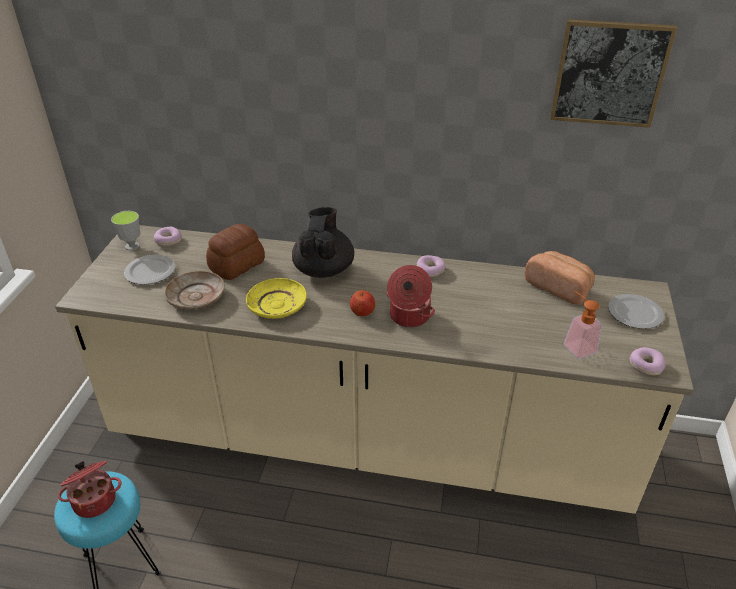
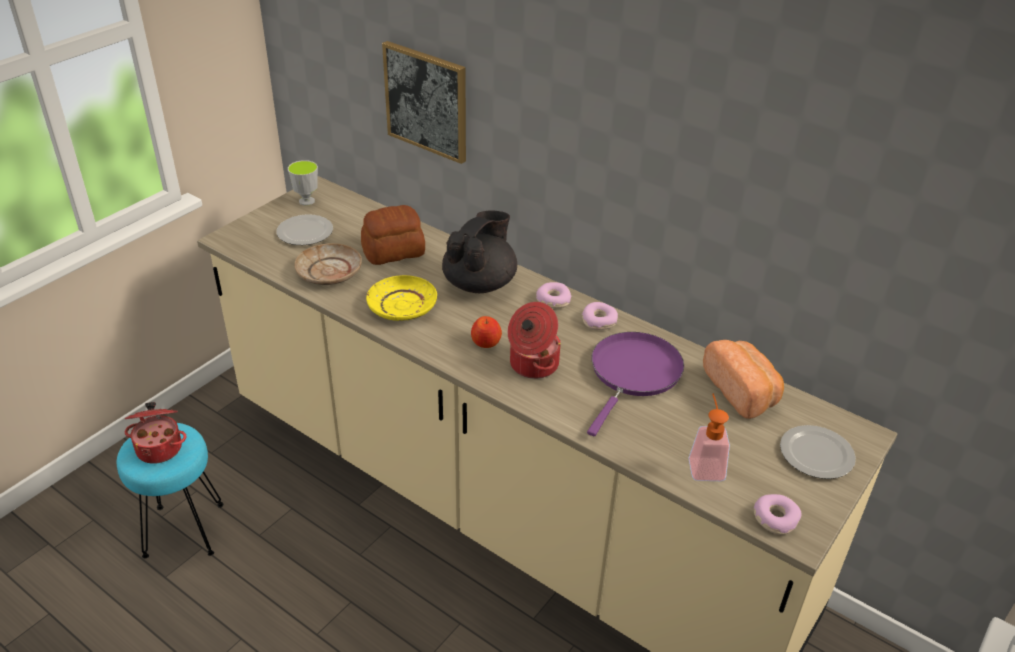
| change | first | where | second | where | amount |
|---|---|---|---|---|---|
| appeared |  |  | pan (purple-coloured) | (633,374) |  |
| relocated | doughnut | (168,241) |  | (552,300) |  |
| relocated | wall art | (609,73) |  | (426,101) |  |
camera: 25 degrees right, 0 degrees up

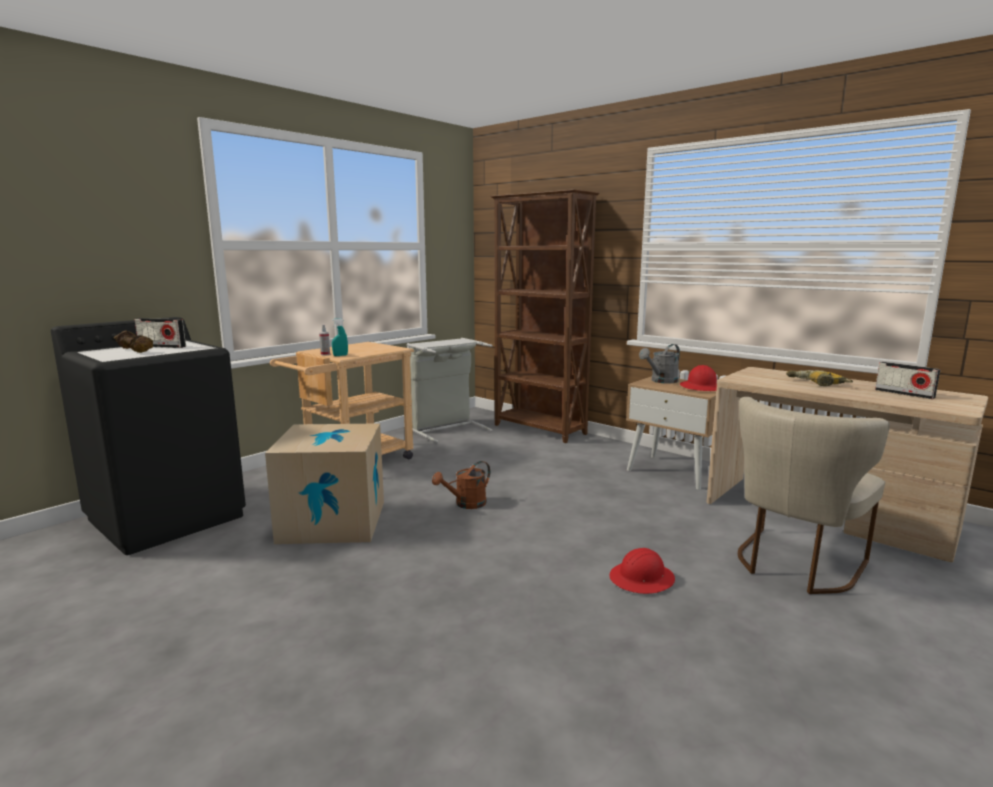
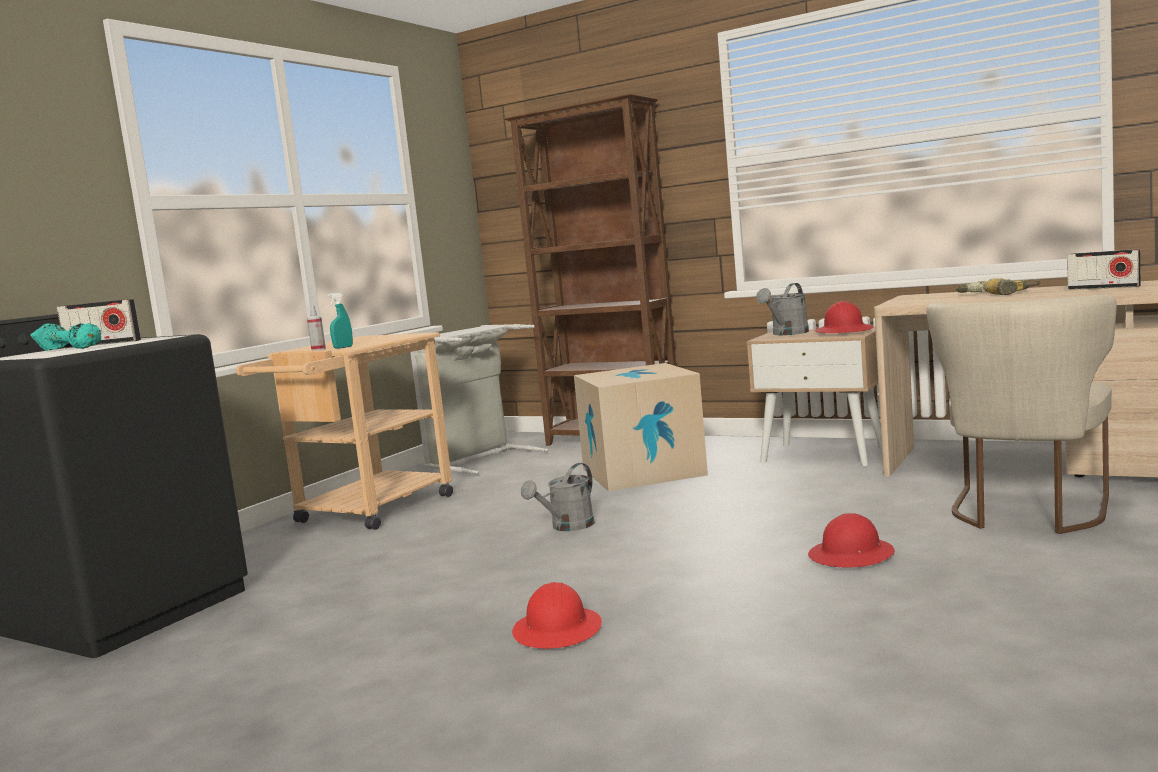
| change | first | where | second | where | amount |
|---|---|---|---|---|---|
| appeared |  |  | work helmet (red-coloured) | (558,630) |  |
| relocated | carton | (333,521) |  | (643,472) |  |
| colour | hand weight (brown) | (135,350) | hand weight (blue-green) | (70,349) |  |
| colour | watering can (brown) | (466,504) | watering can (grey) | (567,527) |  |
camera: 10 degrees left, 5 degrees down

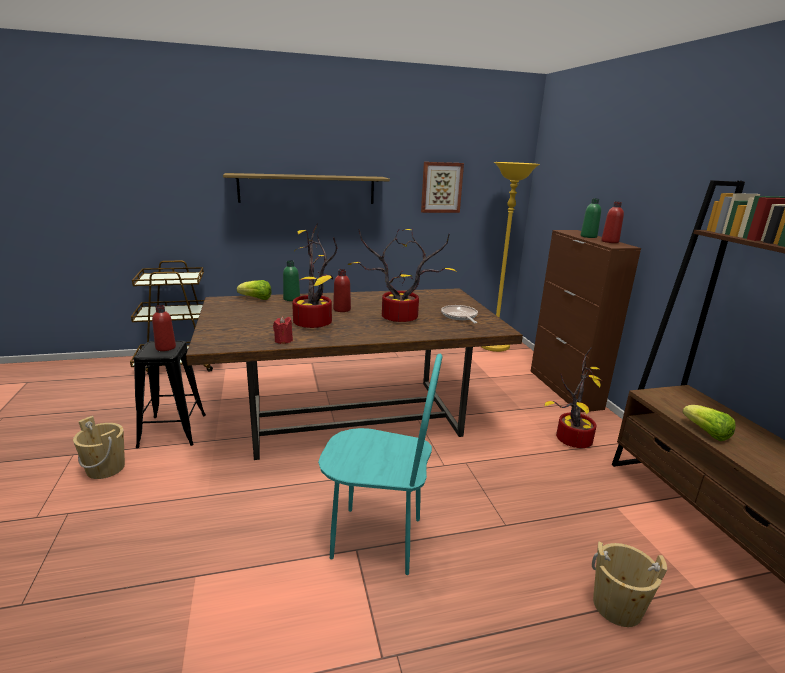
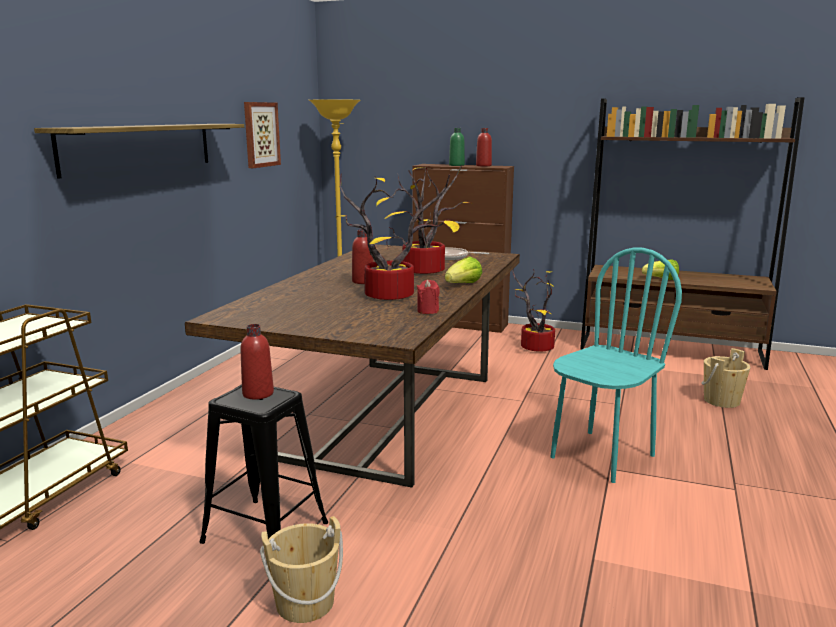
| change | first | where | second | where | amount |
|---|---|---|---|---|---|
| missing | bottle (green) | (291,299) |  |  |  |
| relocated | head of lettuce | (256,299) |  | (463,285) |  |
camera: 55 degrees left, 5 degrees down

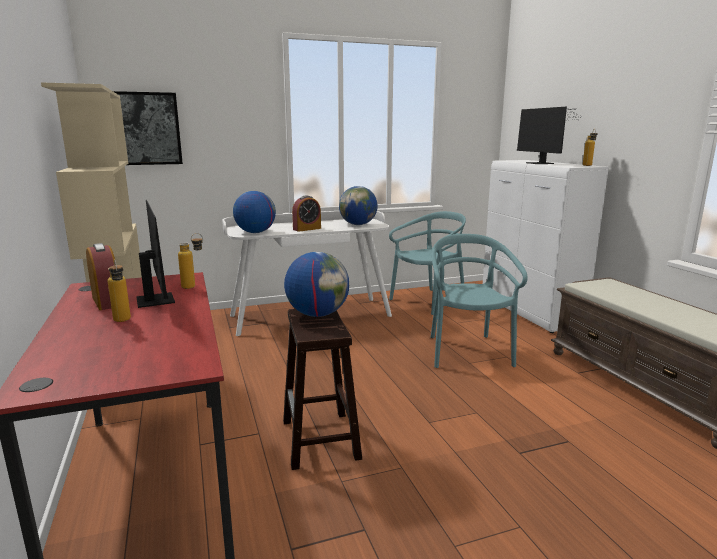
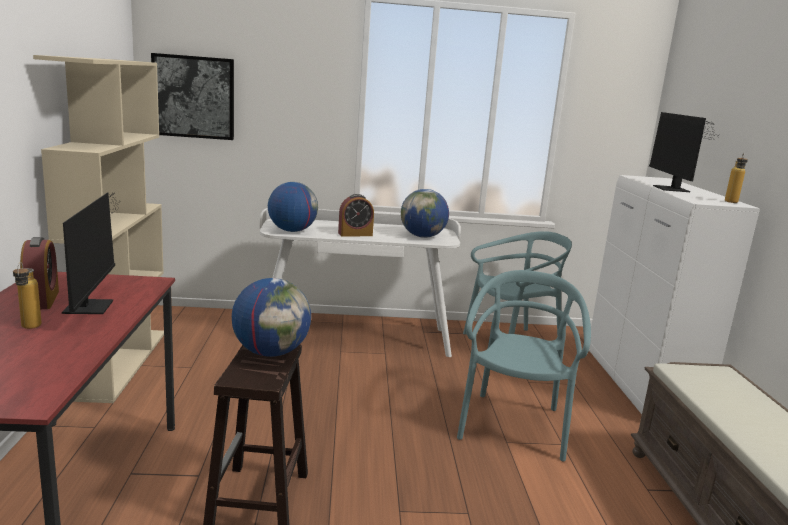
| change | first | where | second | where | amount |
|---|---|---|---|---|---|
| missing | bottle | (194,286) |  |  |  |
camera: 15 degrees right, 0 degrees up

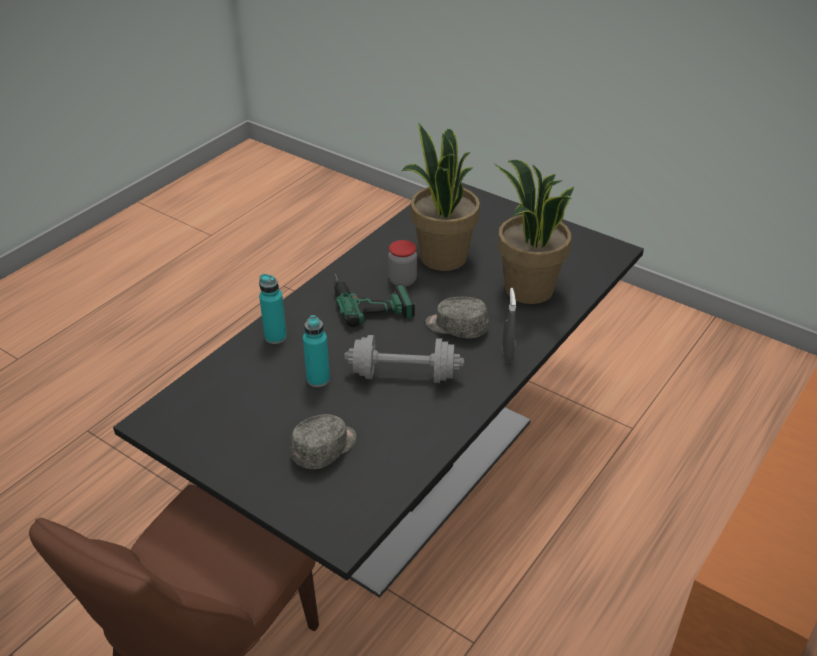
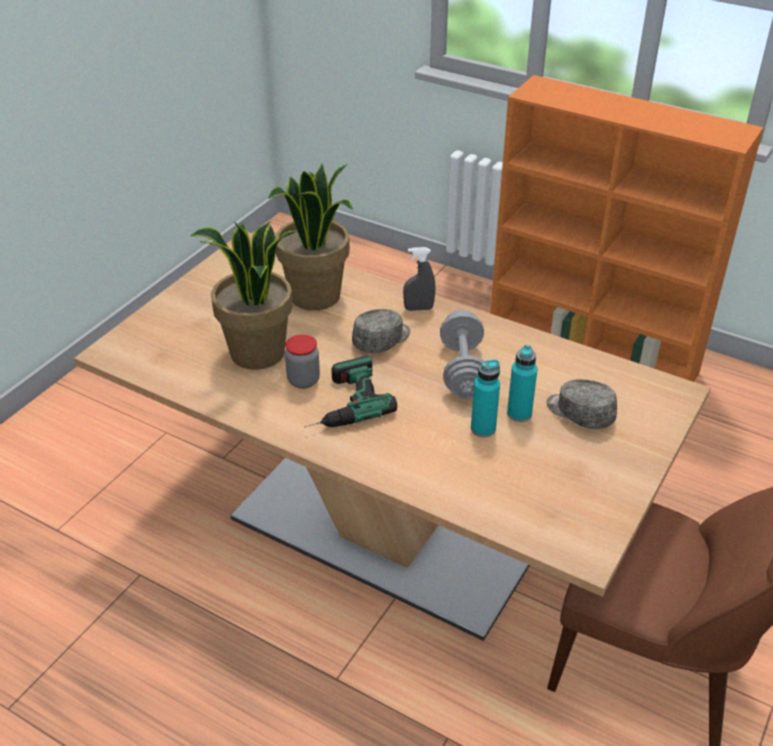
| change | first | where | second | where | amount |
|---|---|---|---|---|---|
| relocated | bottle (blue-green) | (275,337) |  | (519,413) |  |
| colour | dining table (black) | (408,475) | dining table (beige-coloured) | (386,531) |  |
| spun | baseball cap (grey) | (456,327) |  | (382,340) | 150 degrees counterclockwise |
camera: 95 degrees left, 0 degrees up

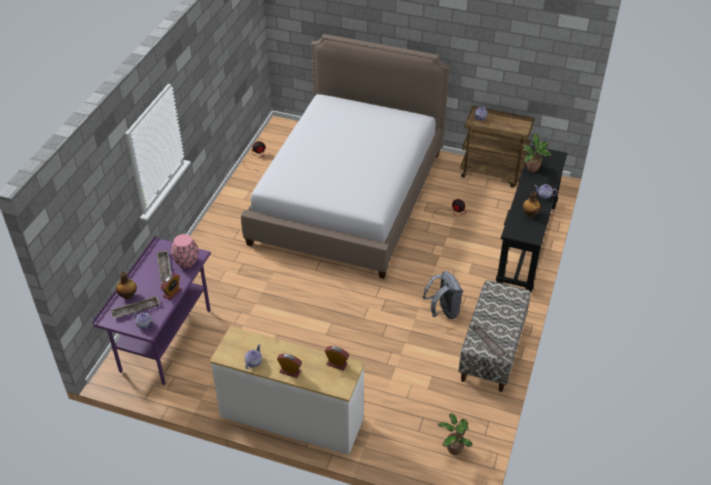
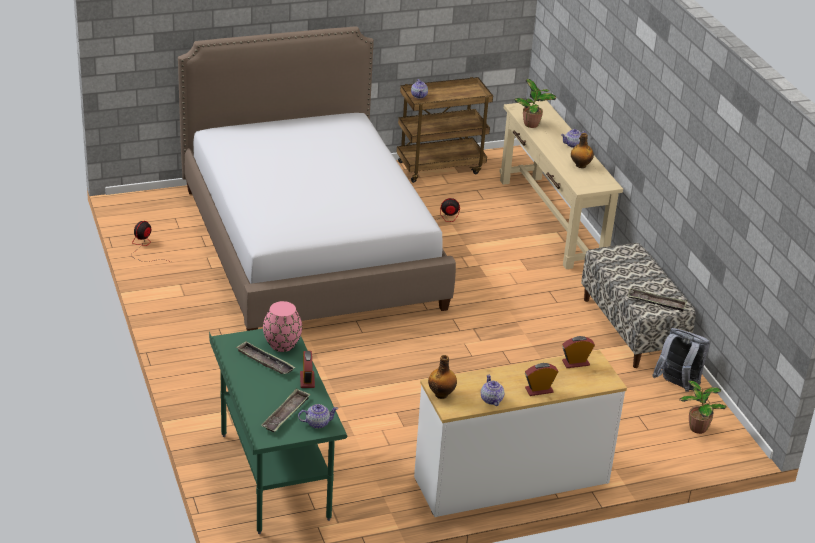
| change | first | where | second | where | amount |
|---|---|---|---|---|---|
| relocated | bottle | (128,296) |  | (441,394) |  |
| relocated | rucksack (grey) | (443,311) |  | (677,386) |  |
| colour | desk table (purple-coloured) | (166,340) | desk table (green) | (274,476) |  |
| colour | hall table (black) | (526,243) | hall table (beige-coloured) | (551,220) |  |
camera: 40 degrees left, 10 degrees down

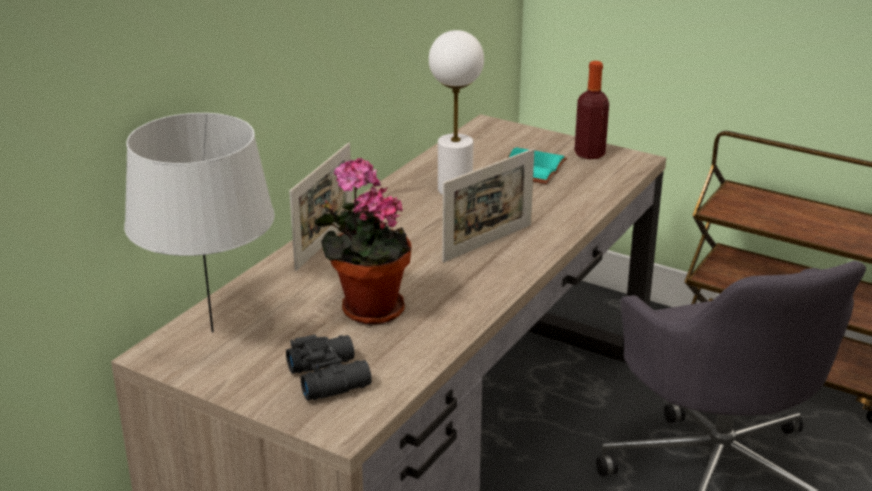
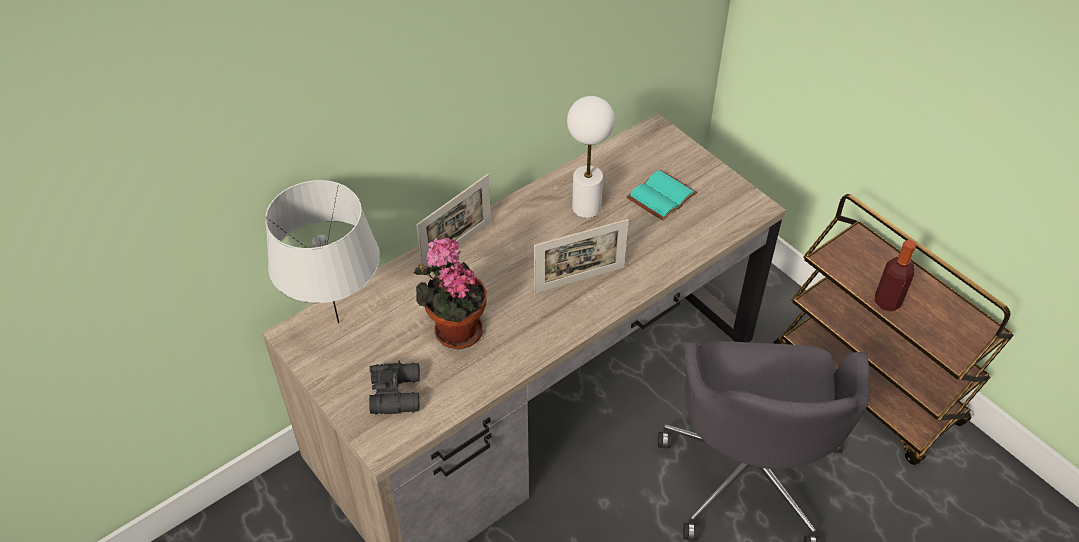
| change | first | where | second | where | amount |
|---|---|---|---|---|---|
| relocated | bottle | (589,154) |  | (887,302) |  |
camera: 20 degrees right, 20 degrees up

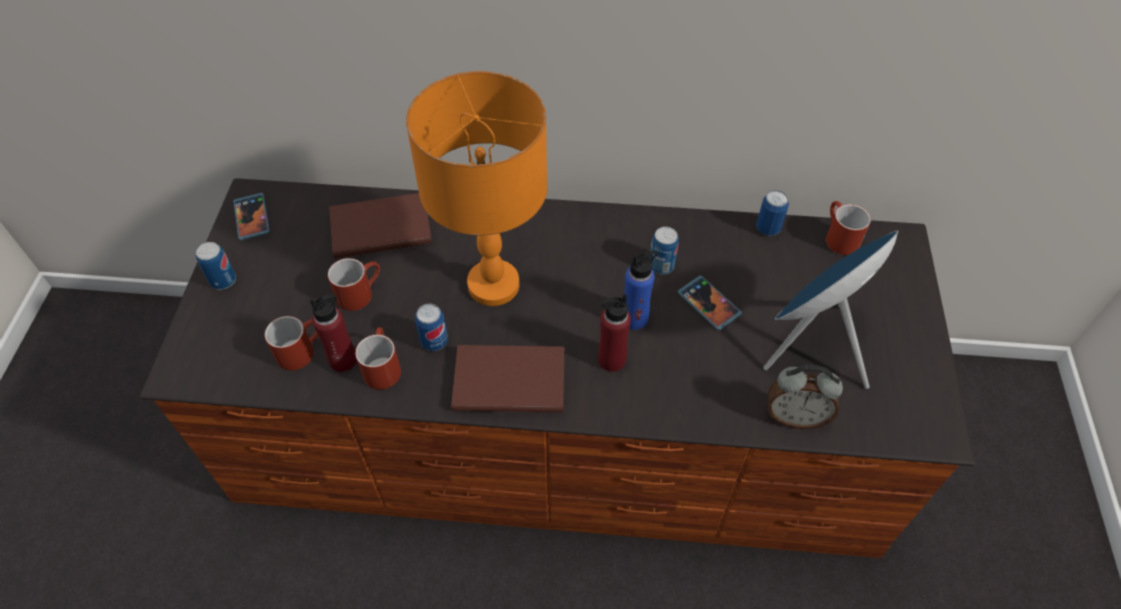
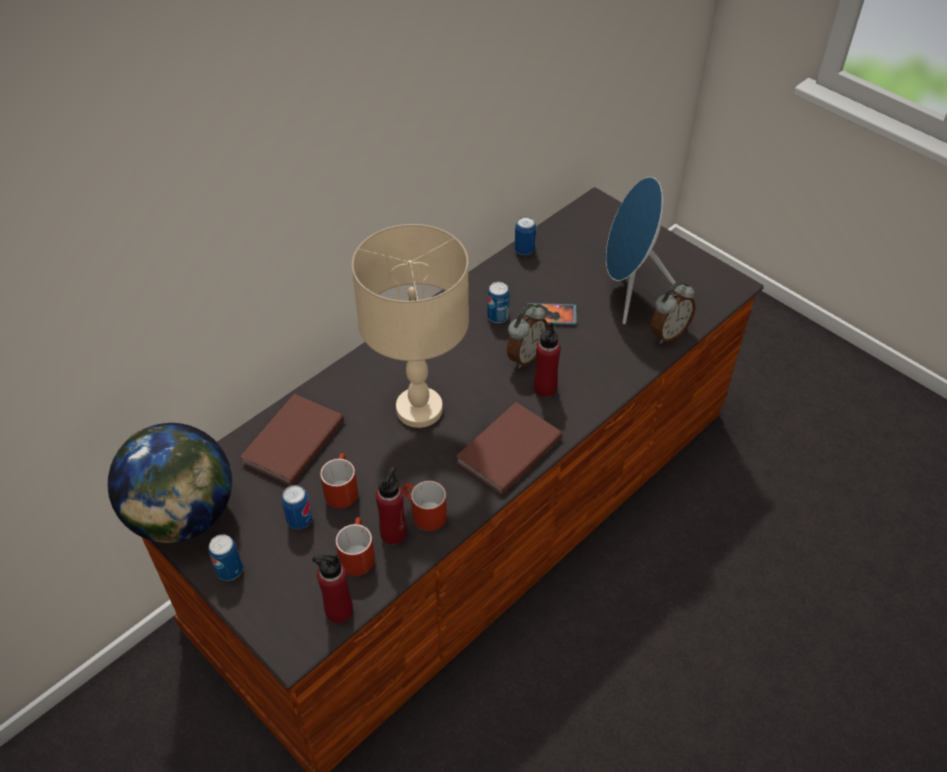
| change | first | where | second | where | amount |
|---|---|---|---|---|---|
| missing | mug (red-coloured) | (837,237) |  |  |  |
| appeared |  |  | bottle (red-coloured) | (339,610) |  |
| relocated | sealed can | (434,341) |  | (300,520) |  |
| exchanged | phone | (252,218) | desk globe | (183,516) |  |
| exchanged | bottle (bluish) | (634,318) | table clock | (525,356) |  |
| colour | tabletop lamp (orange) | (494,285) | tabletop lamp (beige-coloured) | (420,409) |  |
camera: 50 degrees left, 5 degrees down

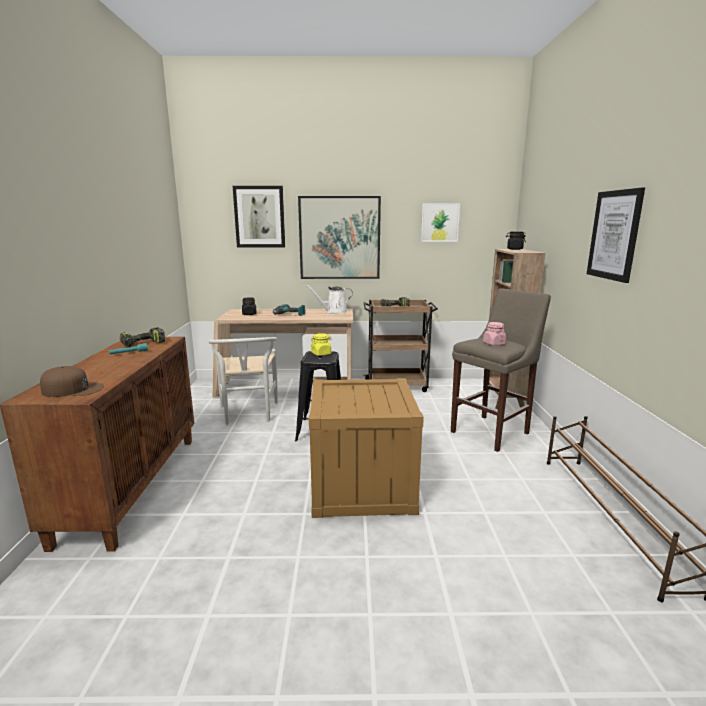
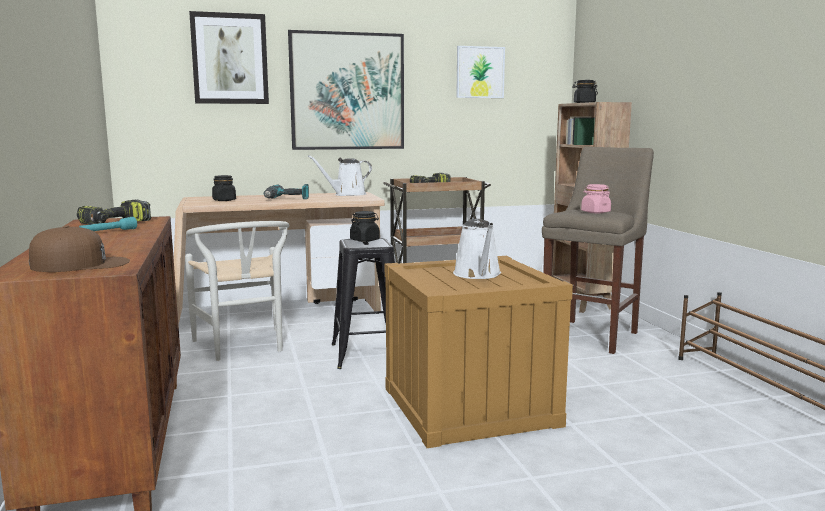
| change | first | where | second | where | amount |
|---|---|---|---|---|---|
| missing | wall art | (614,235) |  |  |  |
| appeared |  |  | watering can (white) | (478,275) |  |
| colour | storage jar (yellowish) | (321,354) | storage jar (black) | (365,240) |  |
camera: 15 degrees left, 5 degrees down

